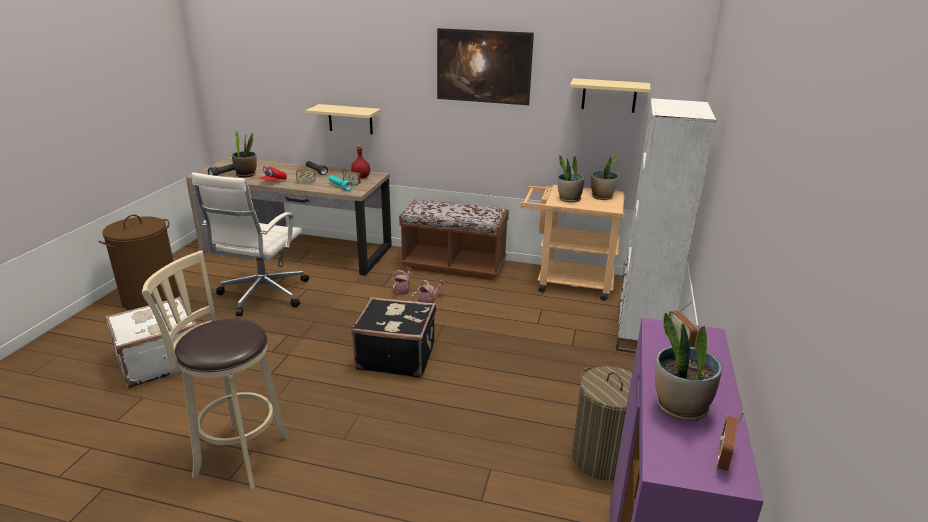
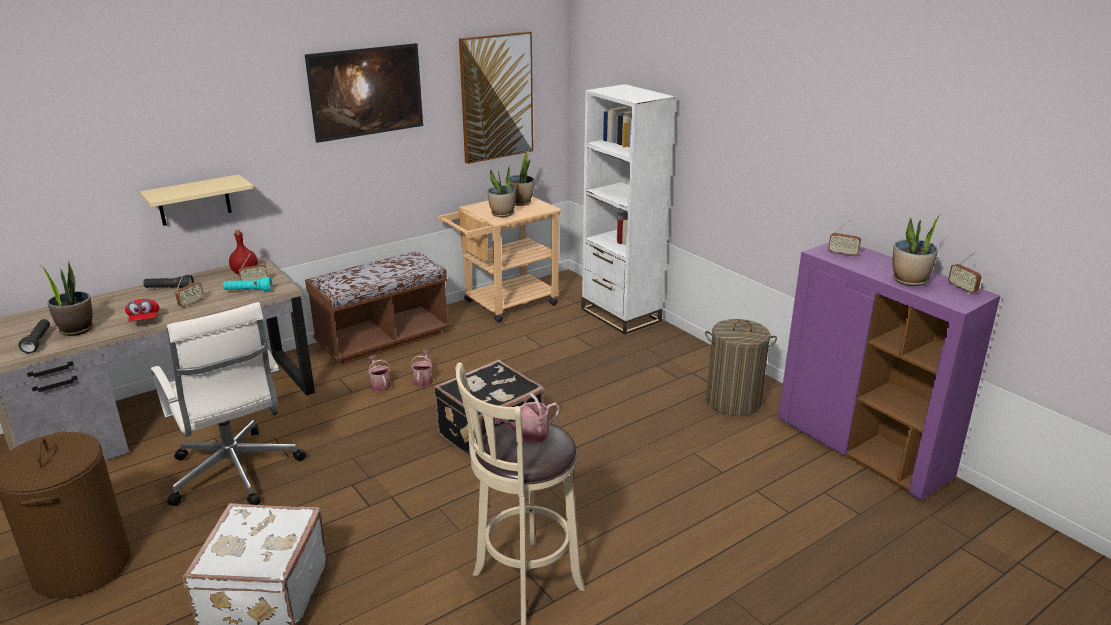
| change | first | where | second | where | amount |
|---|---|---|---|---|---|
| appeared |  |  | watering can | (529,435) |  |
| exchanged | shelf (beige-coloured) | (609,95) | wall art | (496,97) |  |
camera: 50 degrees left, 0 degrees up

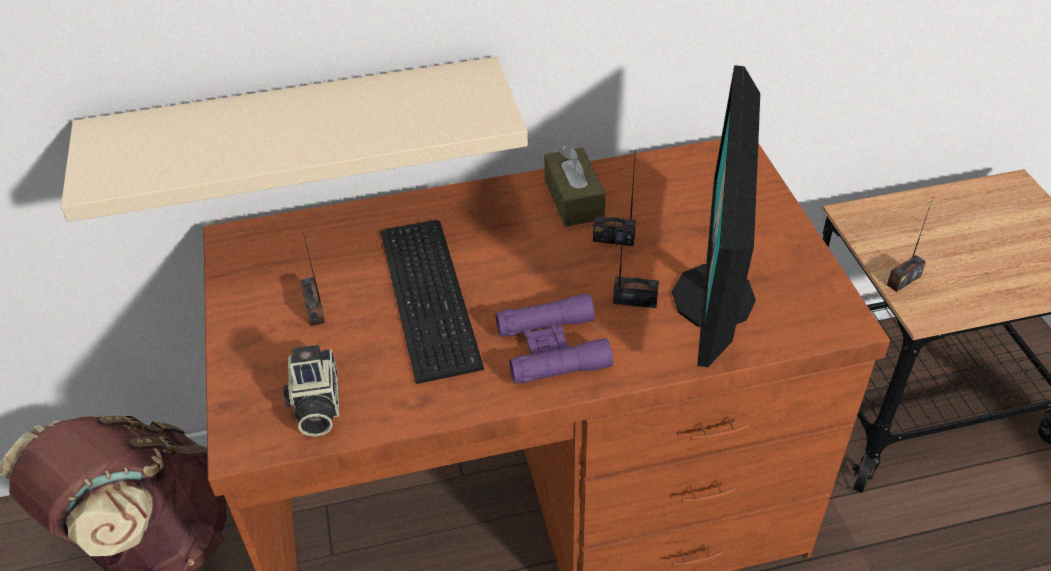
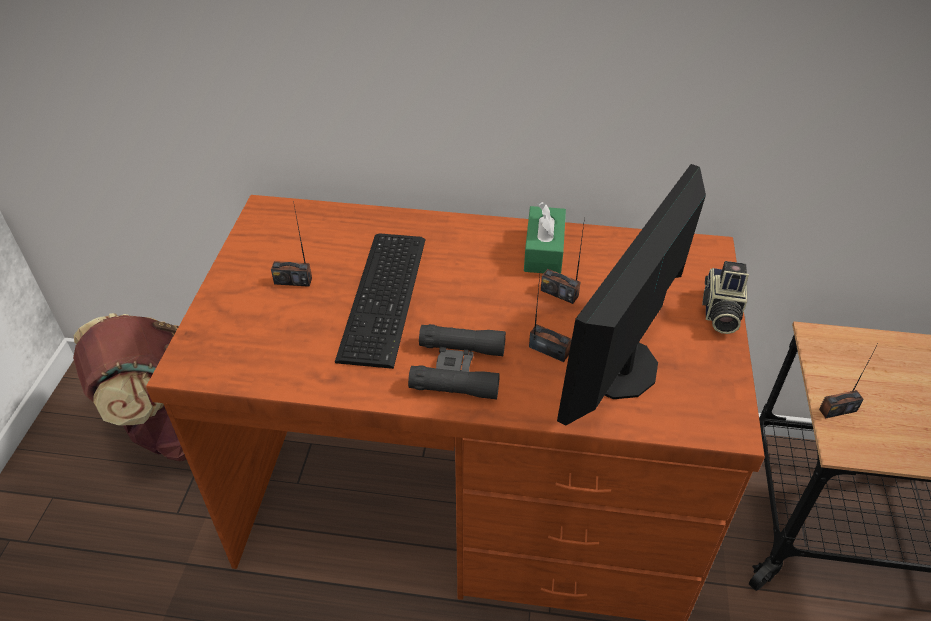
| change | first | where | second | where | amount |
|---|---|---|---|---|---|
| missing | shelf (beige-coloured) | (301,131) |  |  |  |
| relocated | still camera | (315,406) |  | (720,312) |  |
| colour | pair of binoculars (purple-coloured) | (552,348) | pair of binoculars (black) | (458,368) |  |
| colour | box of tissues (brown) | (574,199) | box of tissues (green) | (544,251) |  |
| spun | radio set | (315,309) |  | (293,281) | 90 degrees counterclockwise |
camera: 20 degrees right, 0 degrees up

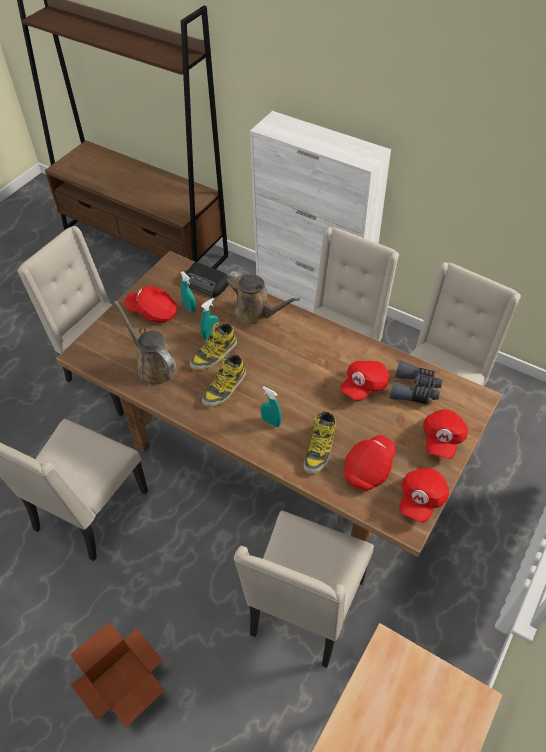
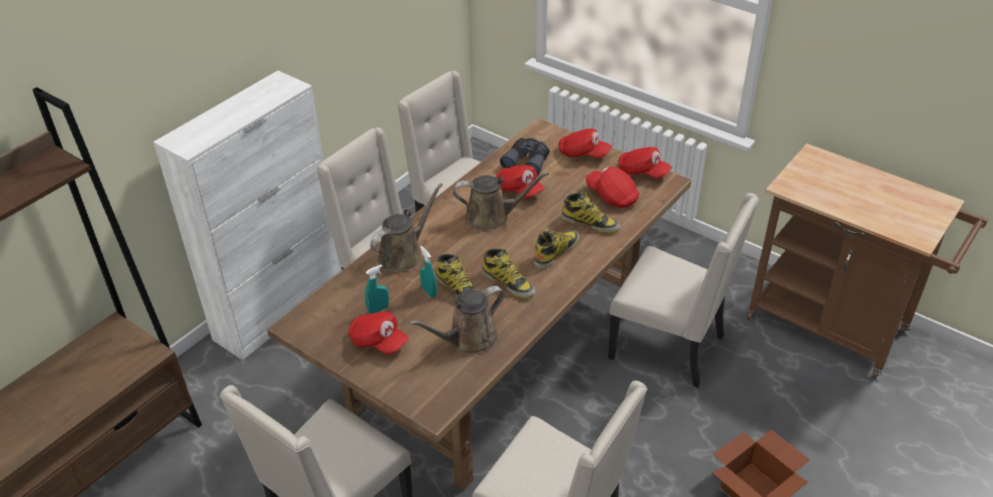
| change | first | where | second | where | amount |
|---|---|---|---|---|---|
| missing | radio set | (206,283) |  |  |  |
| appeared |  |  | watering can (brown) | (492,217) |  |
| exchanged | spray bottle (blue-green) | (271,422) | boot | (556,252) |  |
| spun | baseball cap (red-coloured) | (153,312) |  | (378,341) | 75 degrees counterclockwise |
camera: 85 degrees left, 10 degrees down

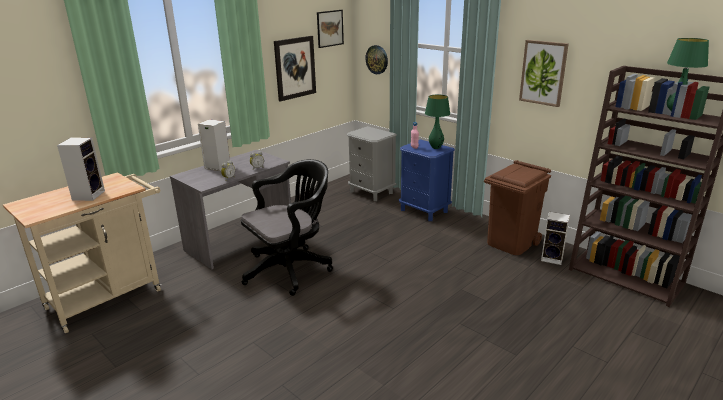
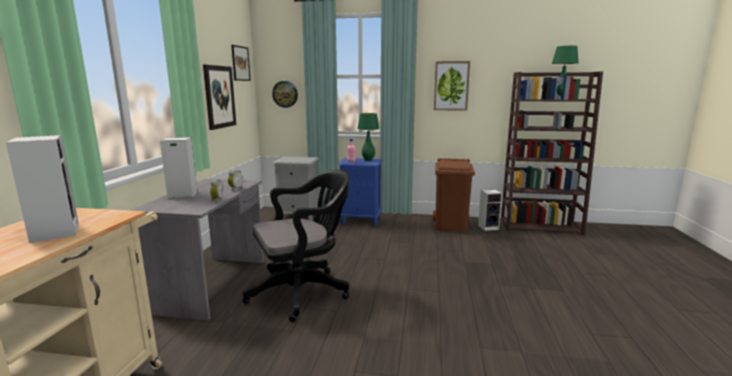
| change | first | where | second | where | amount |
|---|---|---|---|---|---|
| spun | desk chair (black) | (291,269) |  | (303,291) | 45 degrees clockwise |
camera: 35 degrees left, 10 degrees down

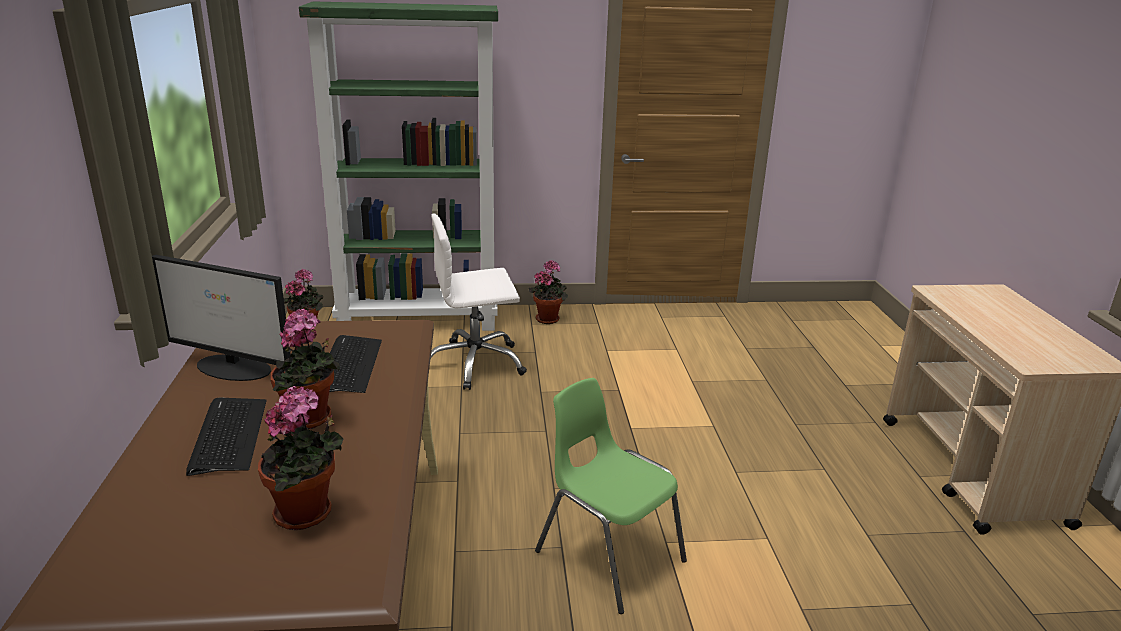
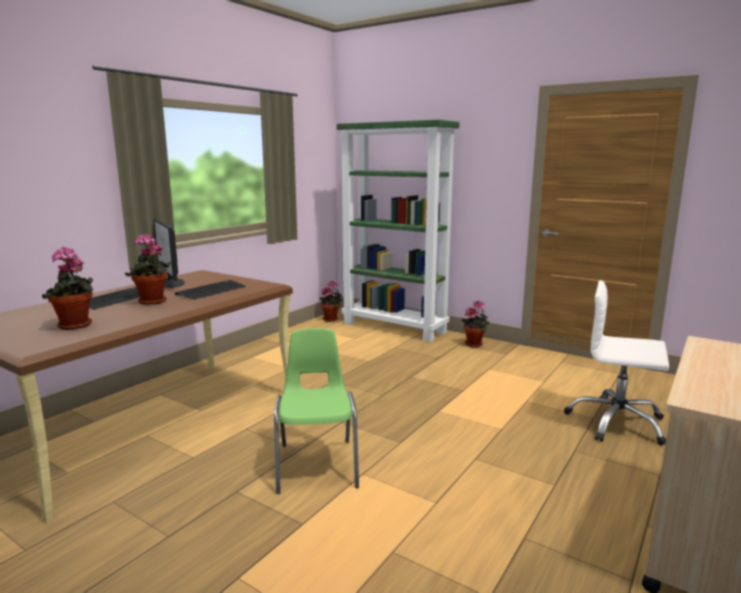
| change | first | where | second | where | amount |
|---|---|---|---|---|---|
| relocated | desk chair (white) | (475,364) |  | (616,423) |  |
camera: 40 degrees right, 10 degrees down

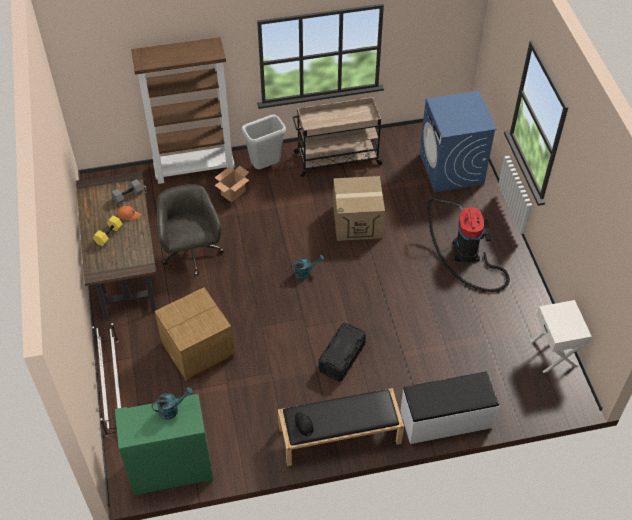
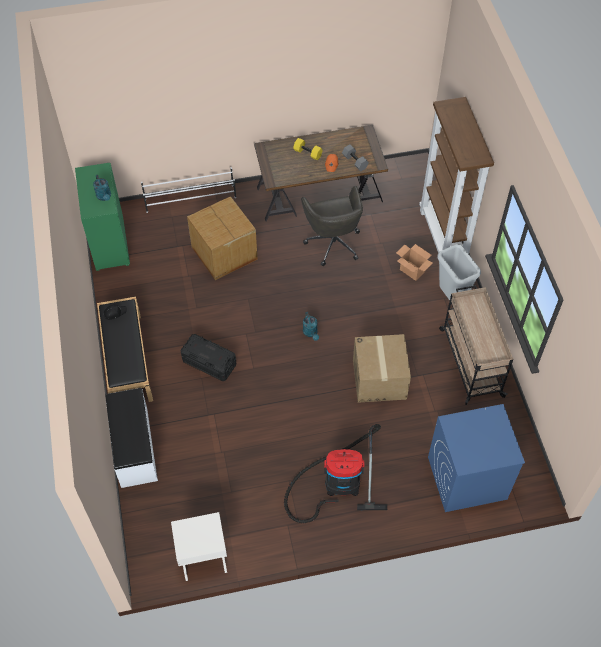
| change | first | where | second | where | amount |
|---|---|---|---|---|---|
| spun | desk chair (grey) | (192,253) |  | (333,242) | 90 degrees clockwise |
camera: 90 degrees right, 5 degrees up

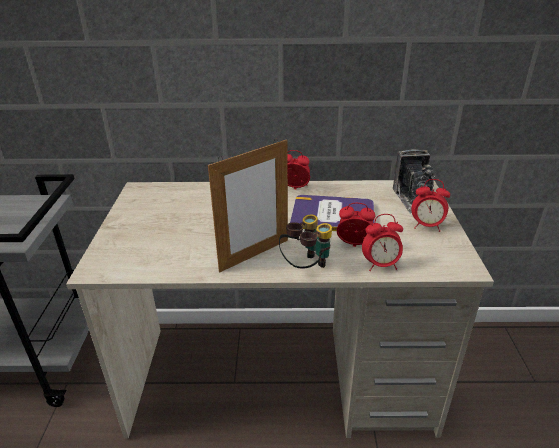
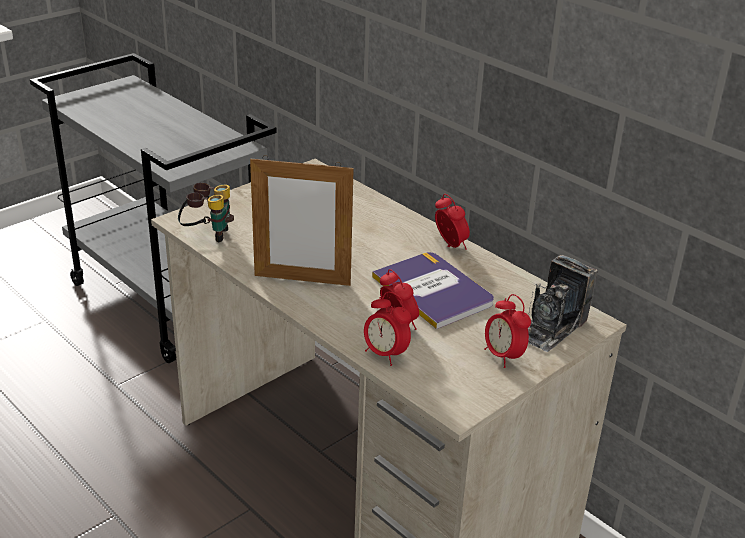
| change | first | where | second | where | amount |
|---|---|---|---|---|---|
| relocated | pair of binoculars | (305,266) |  | (208,234) |  |
camera: 45 degrees right, 0 degrees up

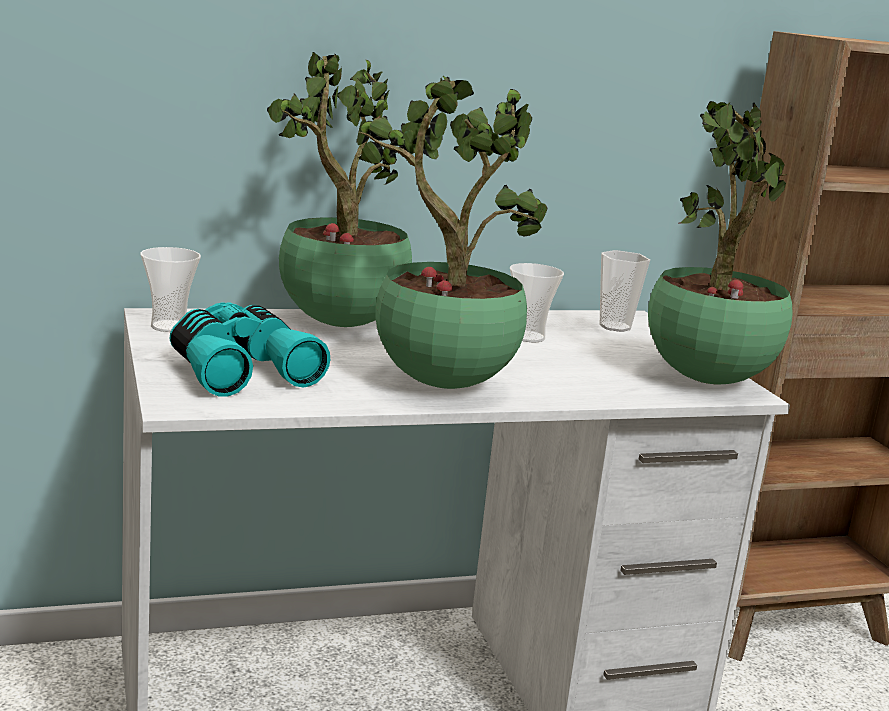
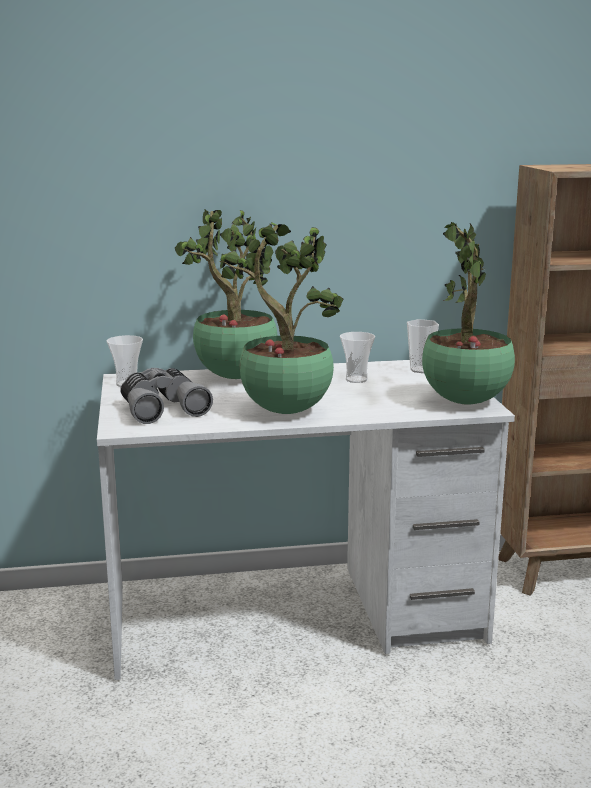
| change | first | where | second | where | amount |
|---|---|---|---|---|---|
| colour | pair of binoculars (blue-green) | (240,370) | pair of binoculars (grey) | (162,408) |  |
camera: 10 degrees right, 0 degrees up

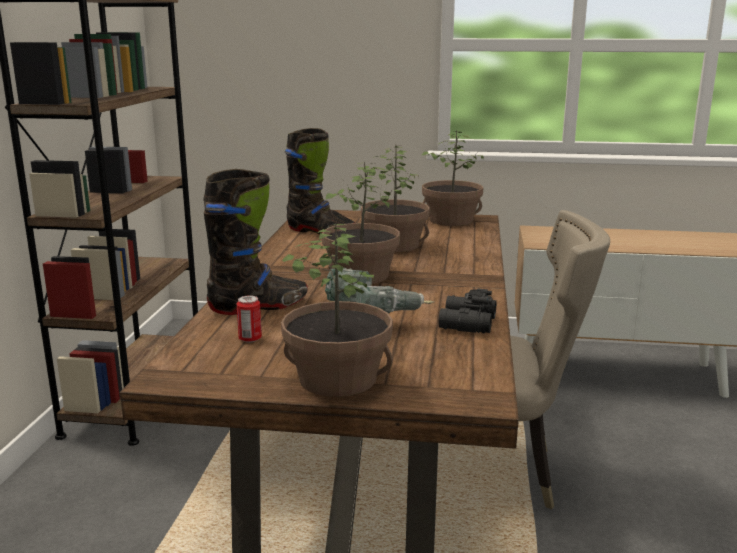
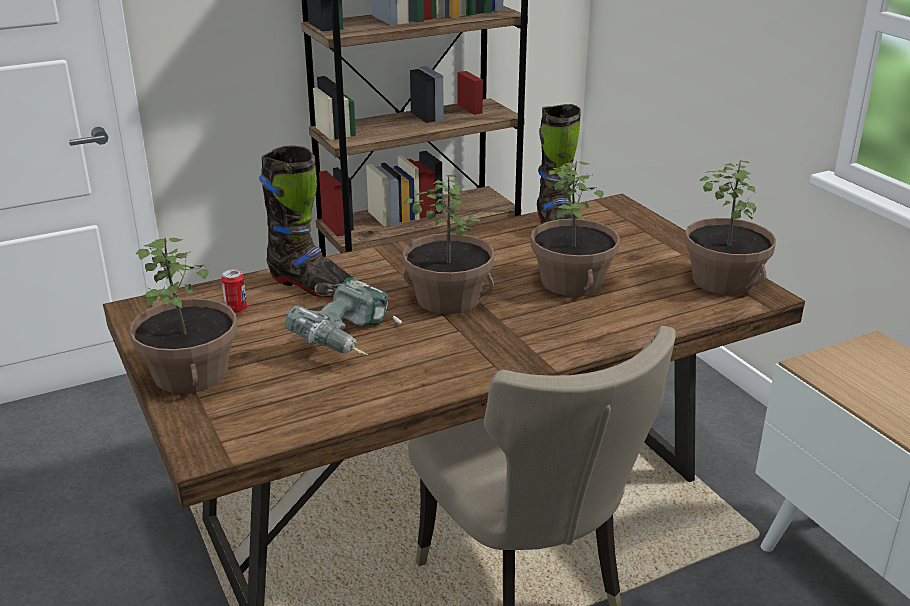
| change | first | where | second | where | amount |
|---|---|---|---|---|---|
| missing | pair of binoculars (black) | (465,324) |  |  |  |
camera: 55 degrees right, 10 degrees up

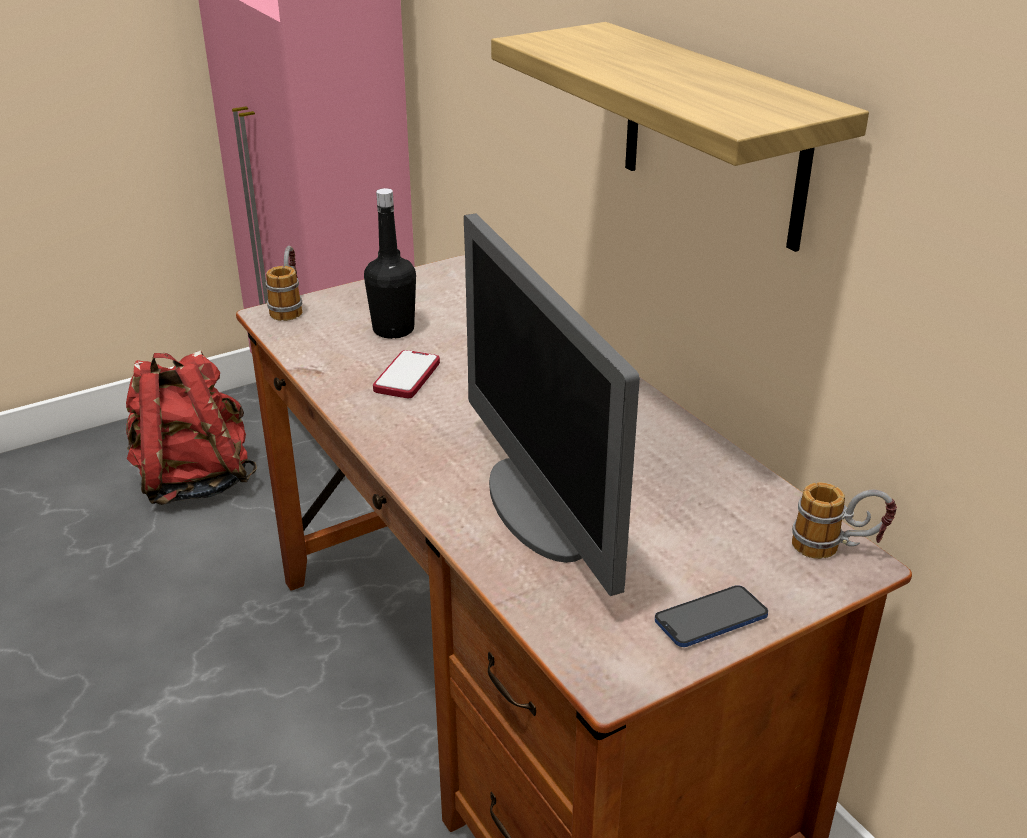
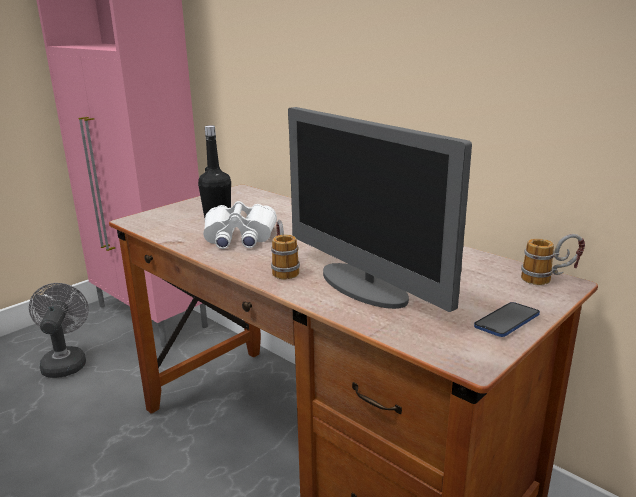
| change | first | where | second | where | amount |
|---|---|---|---|---|---|
| missing | shelf | (713,135) |  |  |  |
| relocated | mug | (289,306) |  | (283,268) |  |
| exchanged | rucksack (red-coloured) | (194,481) | fan (grey) | (65,362) |  |
| exchanged | phone | (407,376) | pair of binoculars (white) | (239,237) |  |
camera: 15 degrees left, 10 degrees down

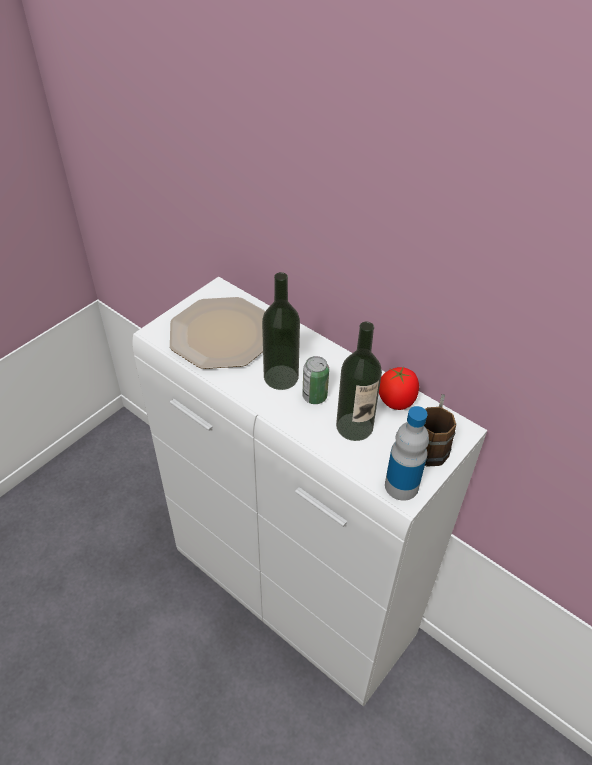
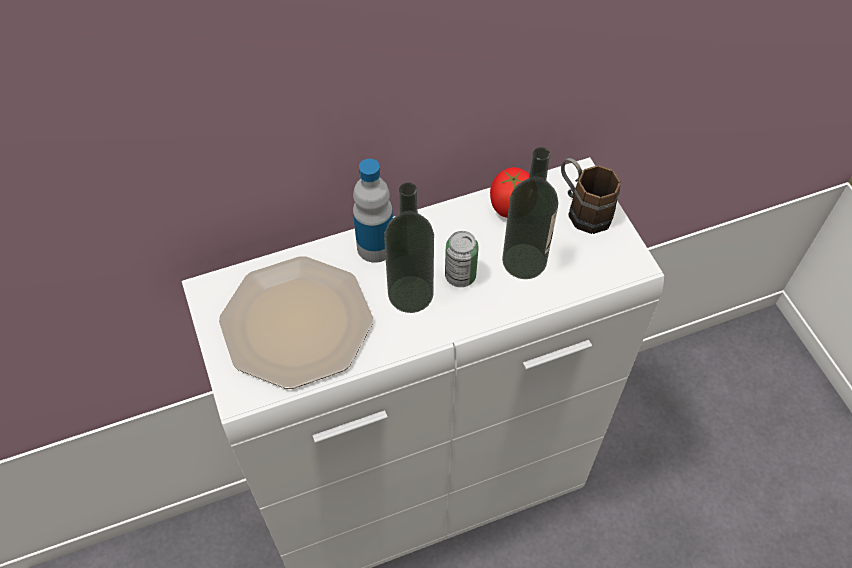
| change | first | where | second | where | amount |
|---|---|---|---|---|---|
| relocated | bottle | (401,486) |  | (375,247) |  |
camera: 60 degrees left, 10 degrees up

